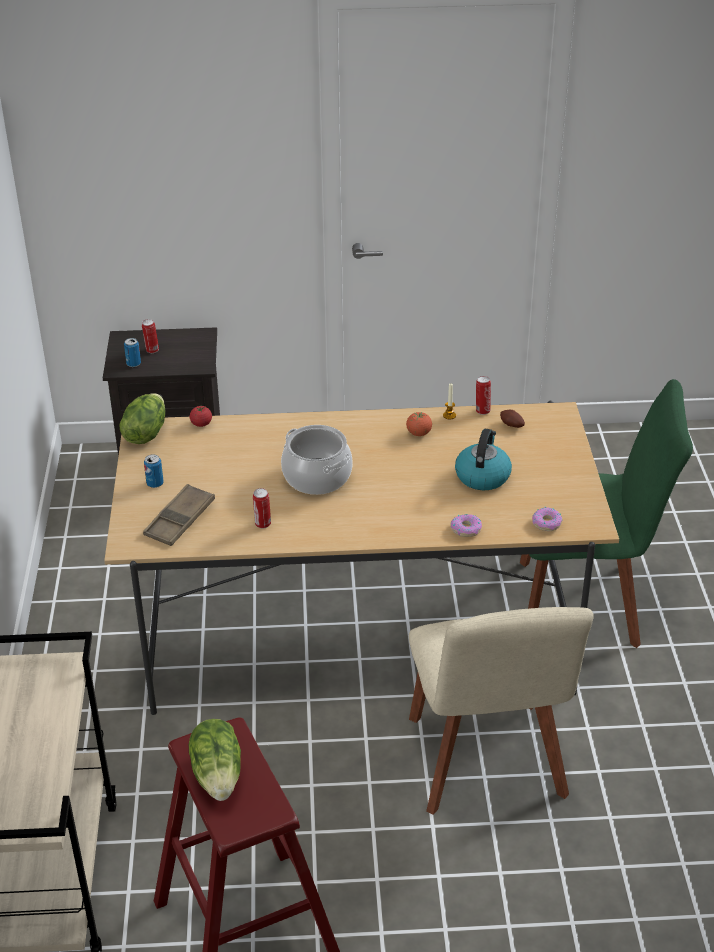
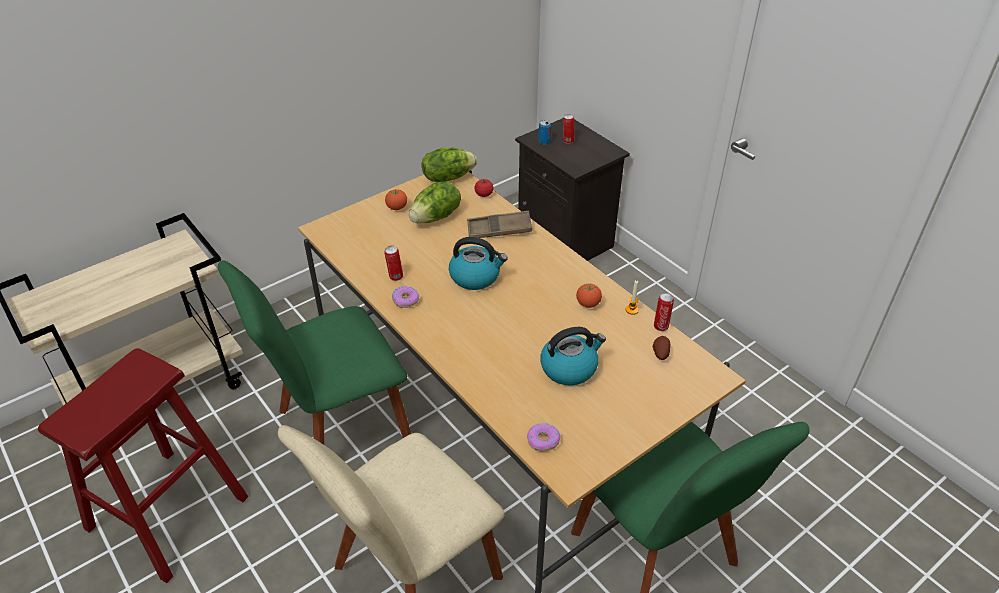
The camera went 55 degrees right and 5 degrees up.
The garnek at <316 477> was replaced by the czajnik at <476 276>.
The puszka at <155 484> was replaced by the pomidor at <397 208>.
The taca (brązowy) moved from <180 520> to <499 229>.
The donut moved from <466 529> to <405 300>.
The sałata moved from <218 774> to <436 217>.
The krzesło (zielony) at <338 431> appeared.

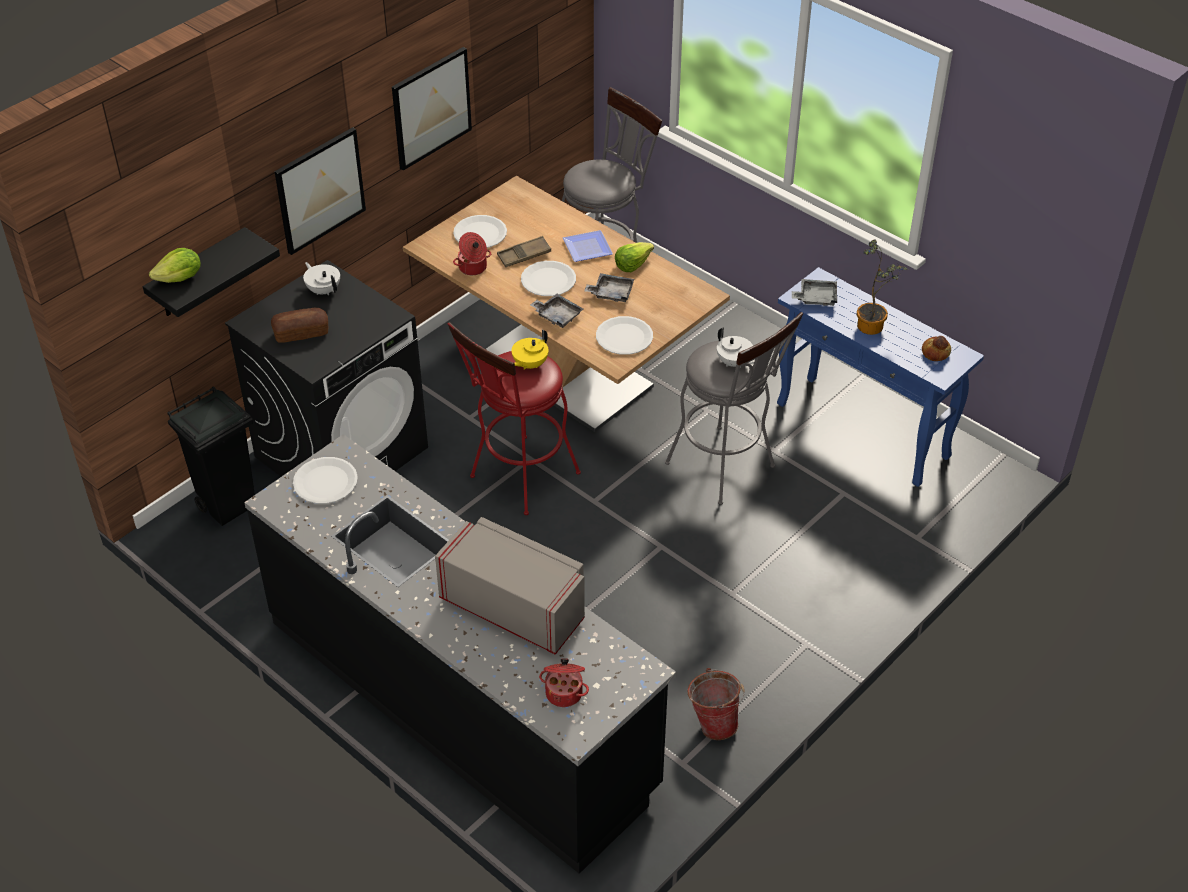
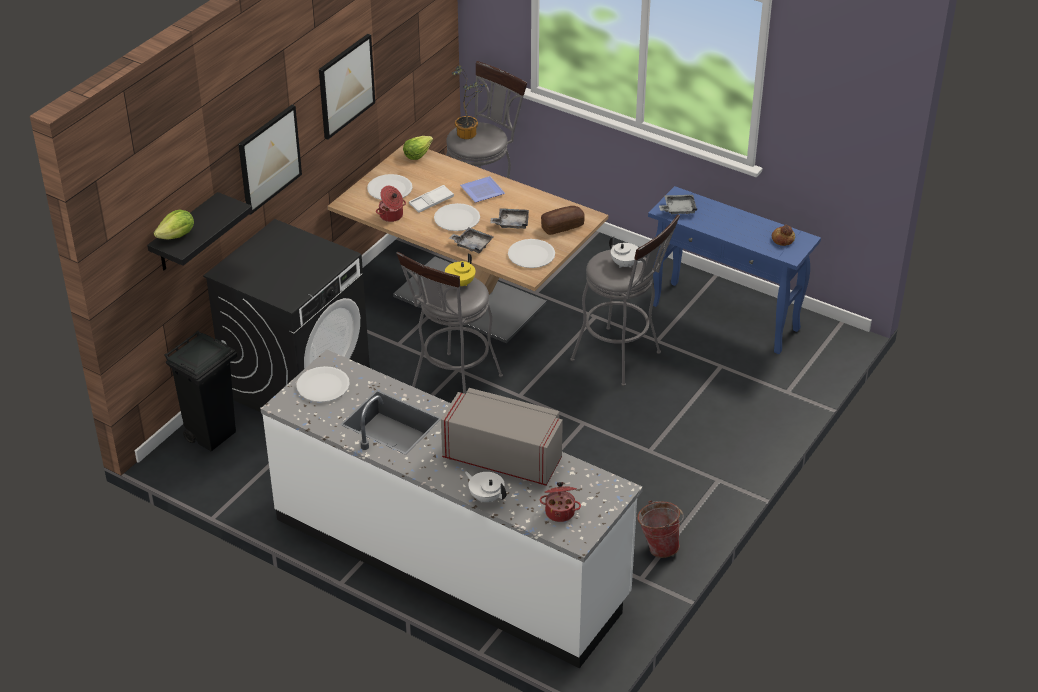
The camera went 10 degrees left and 5 degrees down.
The taca (brązowy) at <524 255> became the taca (biały) at <431 202>.
The roślina doniczkowa moved from <873 325> to <469 133>.
The sałata moved from <632 264> to <417 154>.
The imbryk (biały) moved from <323 290> to <486 497>.
The chleb moved from <301 333> to <562 226>.
The stołek (czerwony) at <519 479> became the stołek (szary) at <453 386>.
The zabudowa kuchenna (czarny) at <461 703> became the zabudowa kuchenna (biały) at <450 558>.

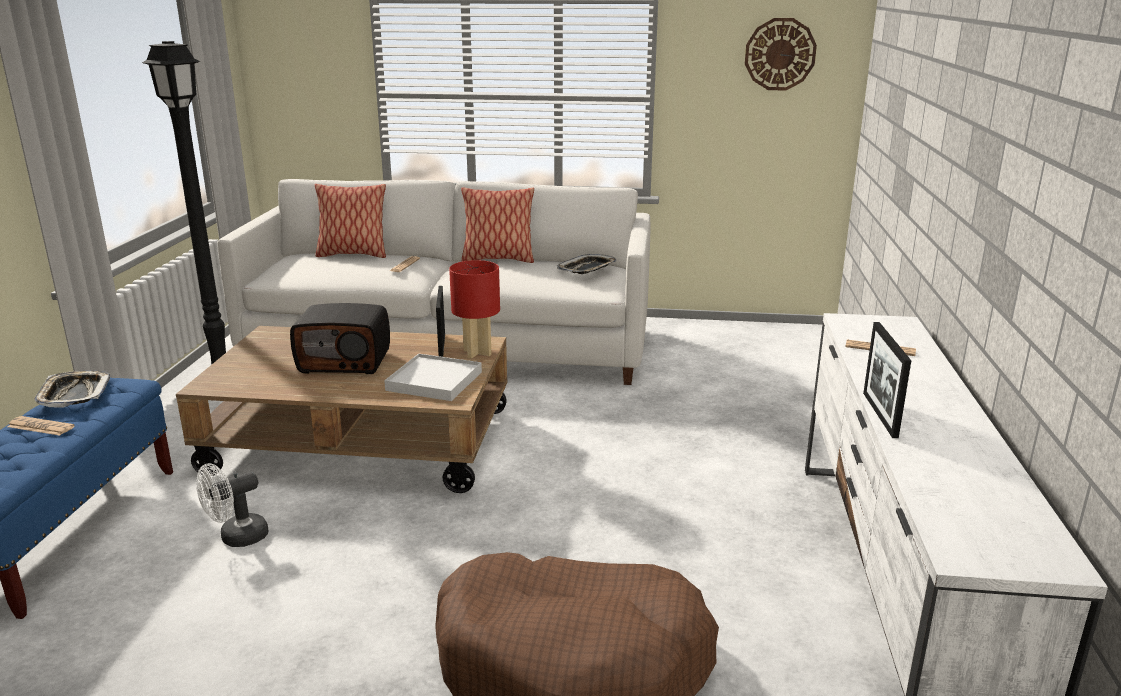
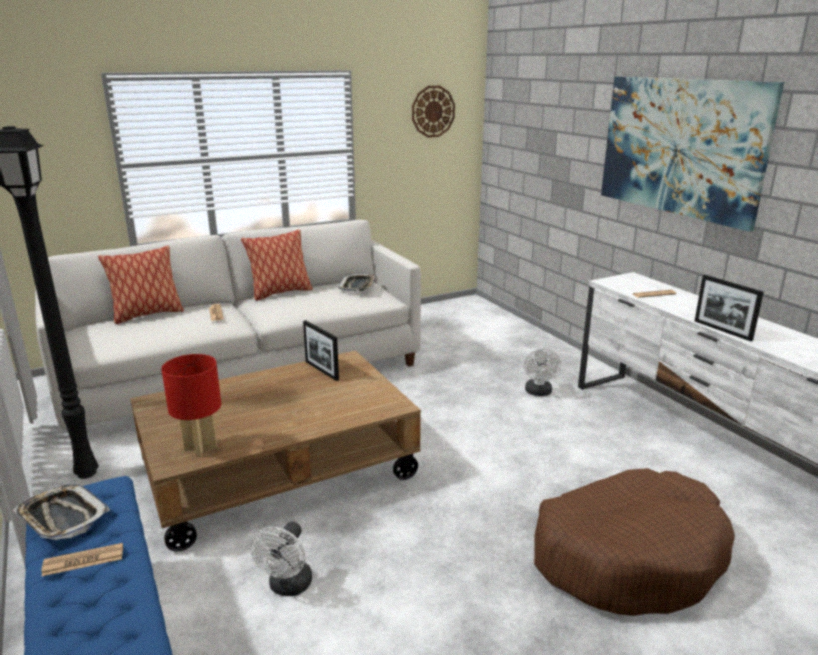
The camera went 35 degrees left and 0 degrees up.
The lampa stołowa (czerwony) moved from <477 353> to <201 448>.
The radio at <345 361> disappeared.
The taca (biały) at <434 381> disappeared.
The obraz at <680 147> appeared.
The wentylator (biały) at <539 392> appeared.

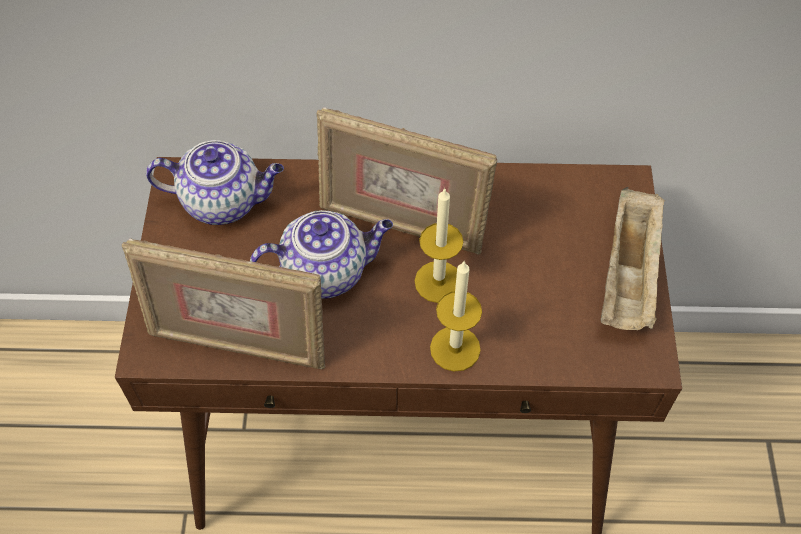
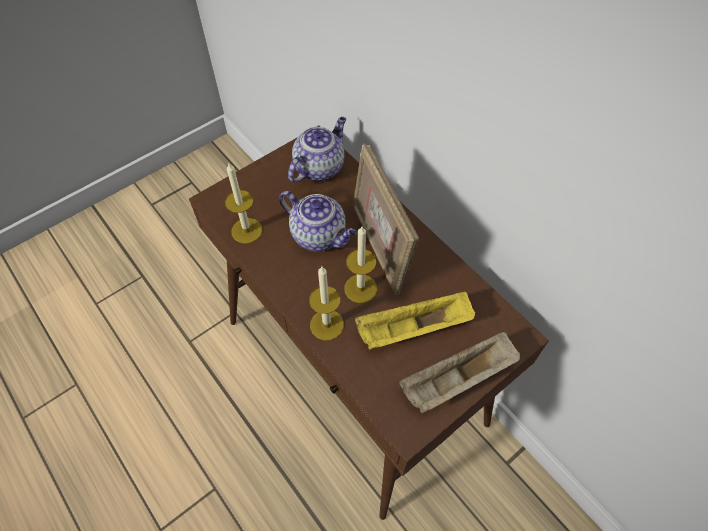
The camera went 50 degrees right and 0 degrees up.
The imbryk at <224 201> turned 105 degrees counterclockwise.
The ramka na zdjęcie at <239 343> was replaced by the świeca at <246 230>.
The taca (żółty) at <412 329> appeared.

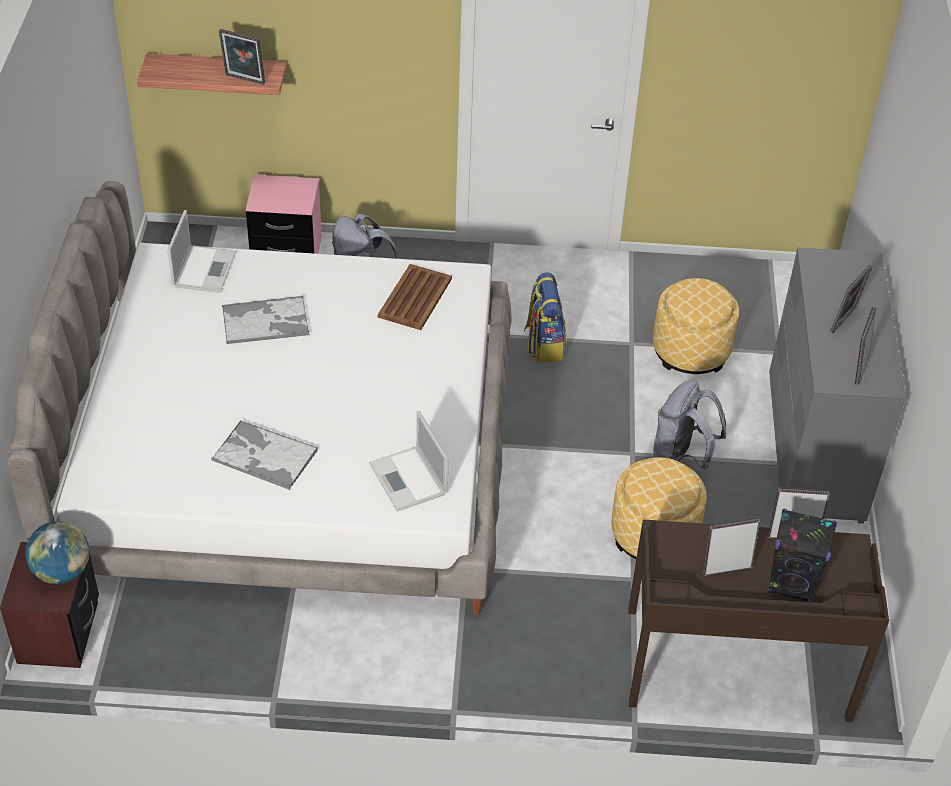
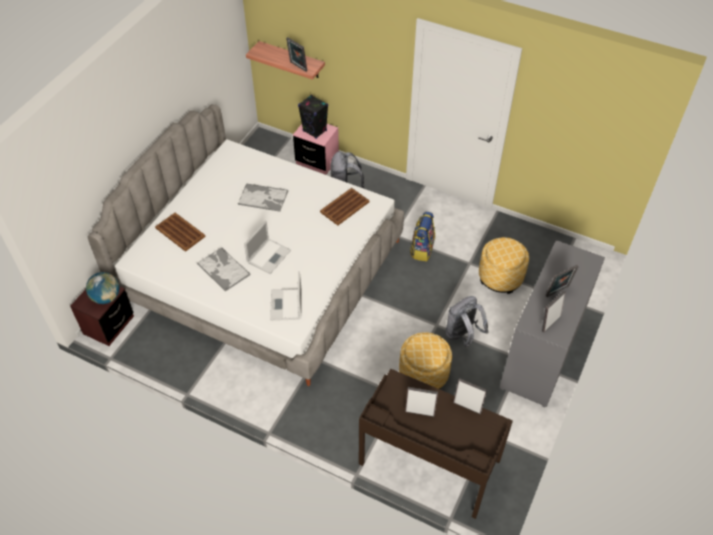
The camera went 25 degrees right and 5 degrees up.
The laptop moved from <204 268> to <269 255>.
The głośnik (czarny) moved from <792 584> to <315 131>.
The taca (brązowy) at <180 232> appeared.

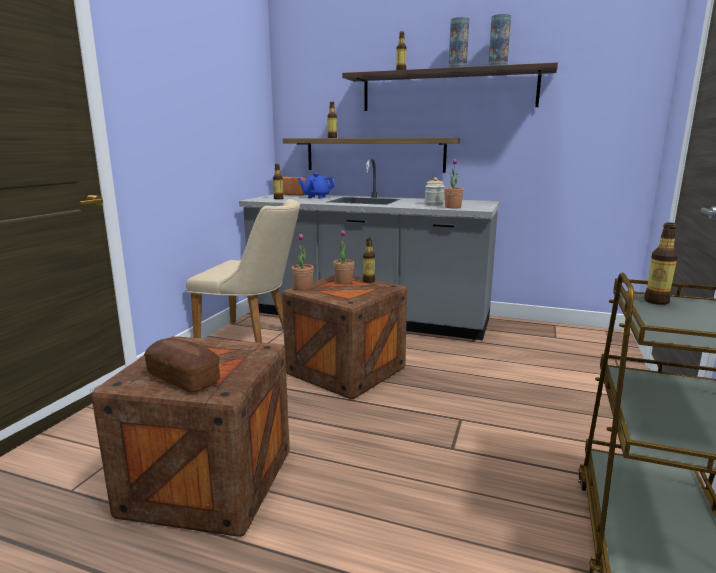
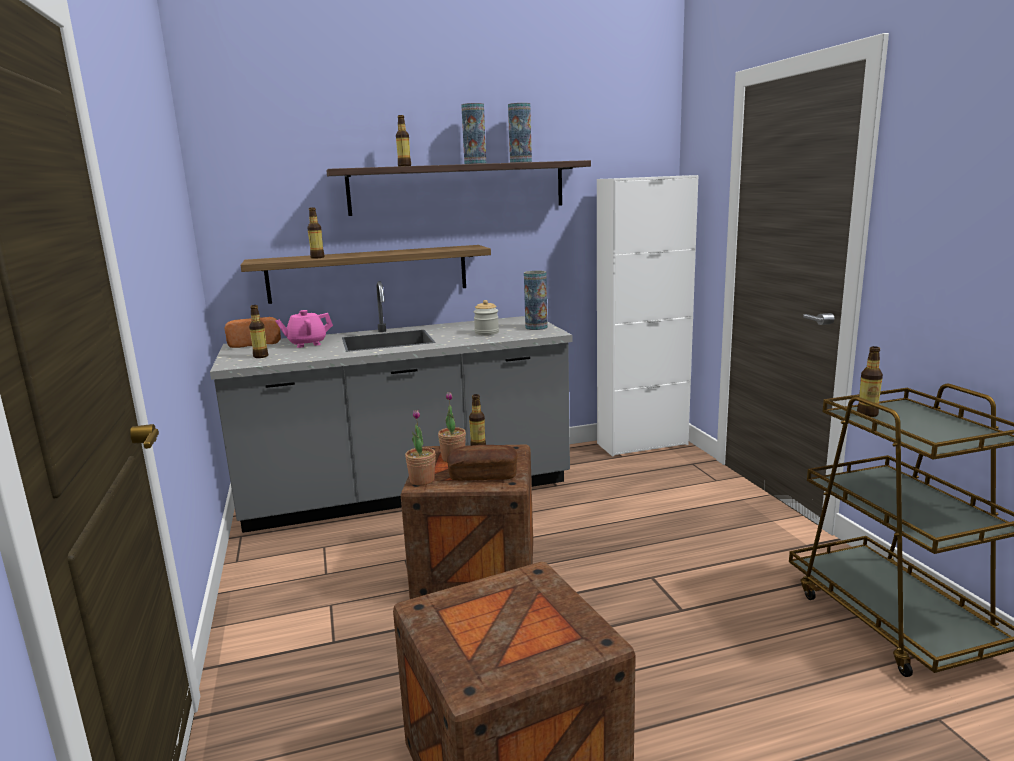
The camera went 35 degrees left and 0 degrees up.
The roślina doniczkowa at <453 207> disappeared.
The imbryk (niebieski) at <316 197> became the imbryk (różowy) at <307 344>.
The krzesło (beżowy) at <252 338> disappeared.
The chleb moved from <183 378> to <483 475>.
The szafka (biały) at <642 444> appeared.
The wazon at <536 327> appeared.

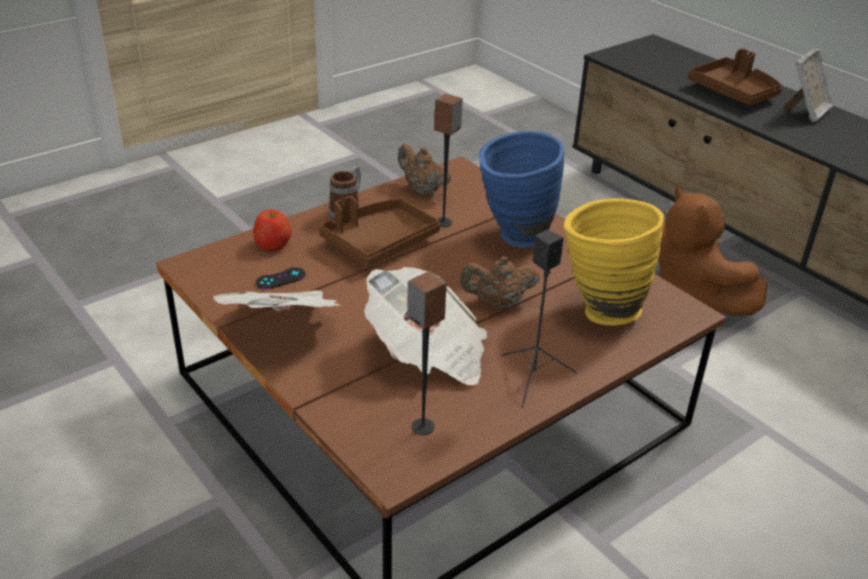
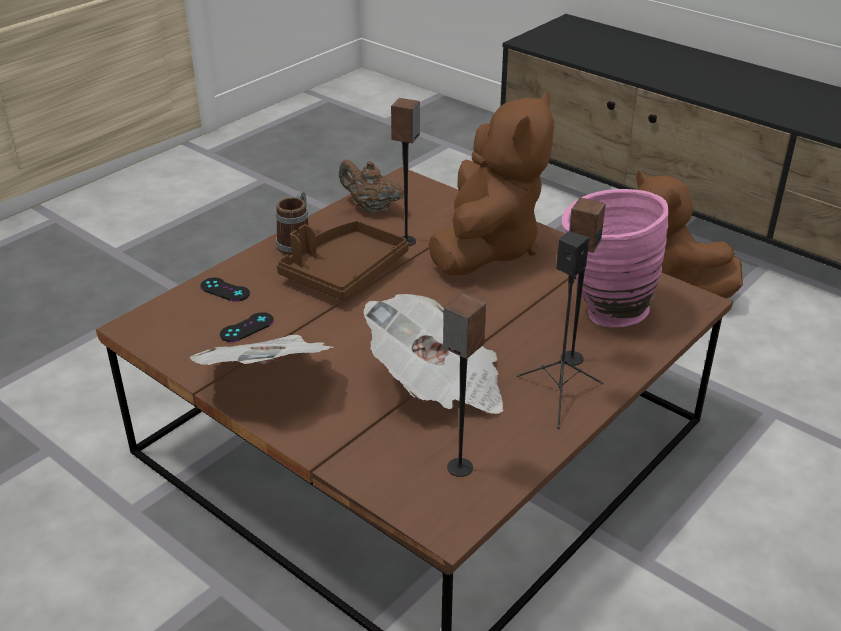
The camera went 10 degrees left and 0 degrees up.
The taca (brązowy) at <734 92> disappeared.
The ramka na zdjęcie at <806 112> disappeared.
The wazon (niebieski) at <513 237> was replaced by the pluszak (brązowy) at <487 247>.
The wazon (żółty) at <598 309> became the wazon (różowy) at <602 312>.
The jabłko at <273 244> was replaced by the pad do gier (czarny) at <225 290>.
The imbryk (brązowy) at <498 303> disappeared.
The głośnik at <571 358> appeared.

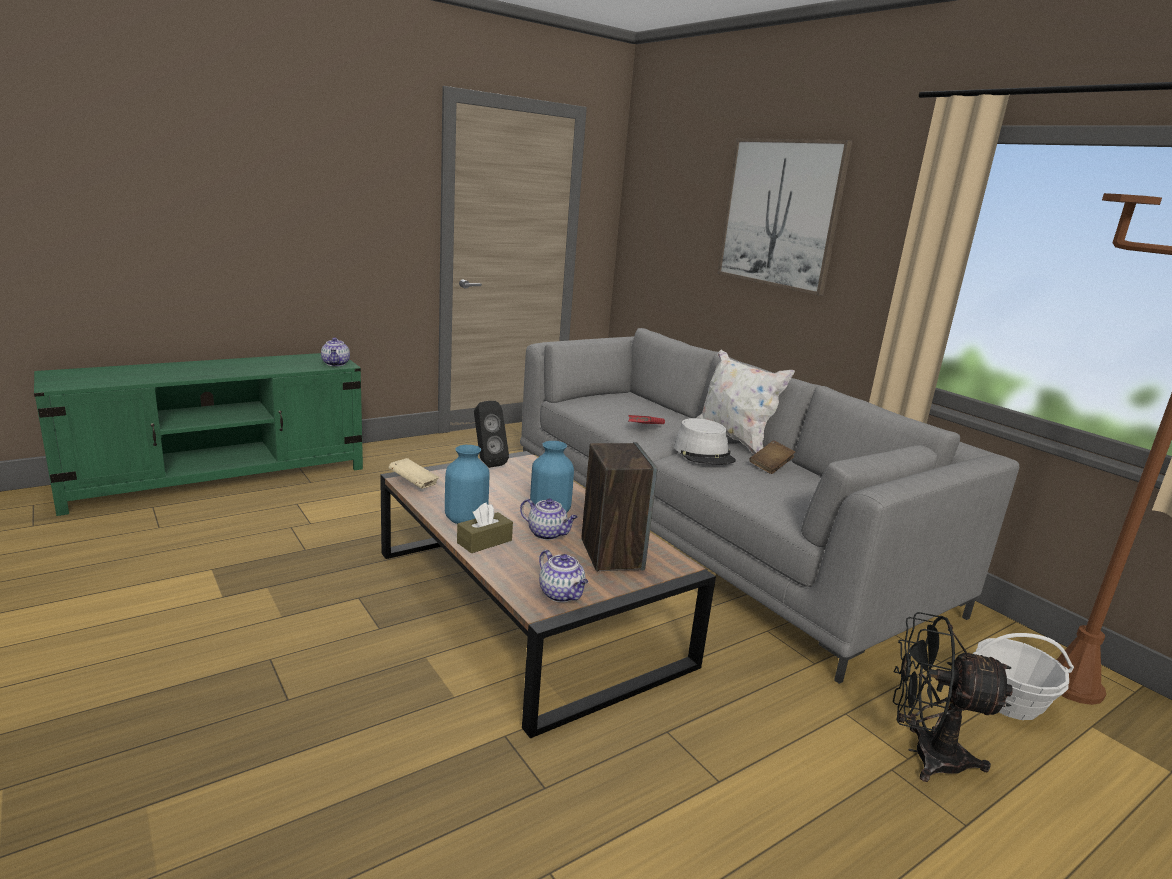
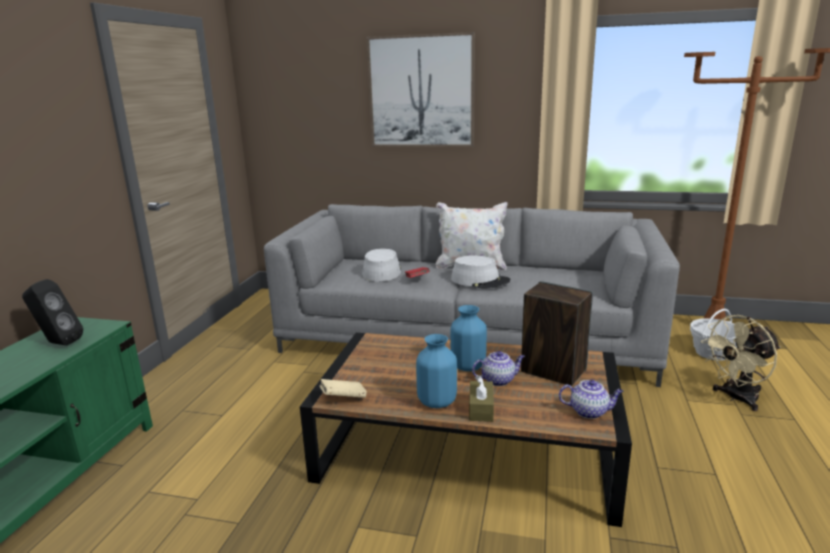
The camera went 40 degrees left and 0 degrees up.
The imbryk at <336 364> disappeared.
The głośnik (czarny) moved from <486 462> to <58 343>.
The książka (brązowy) at <770 467> disappeared.
The wentylator (czarny) at <924 754> became the wentylator (beżowy) at <736 398>.
The kapelusz (szary) at <381 271> appeared.

